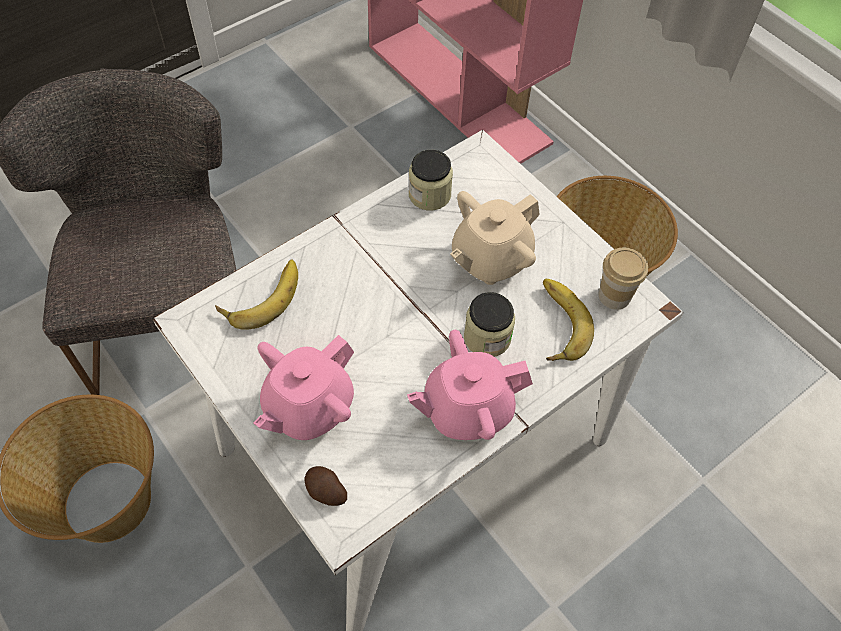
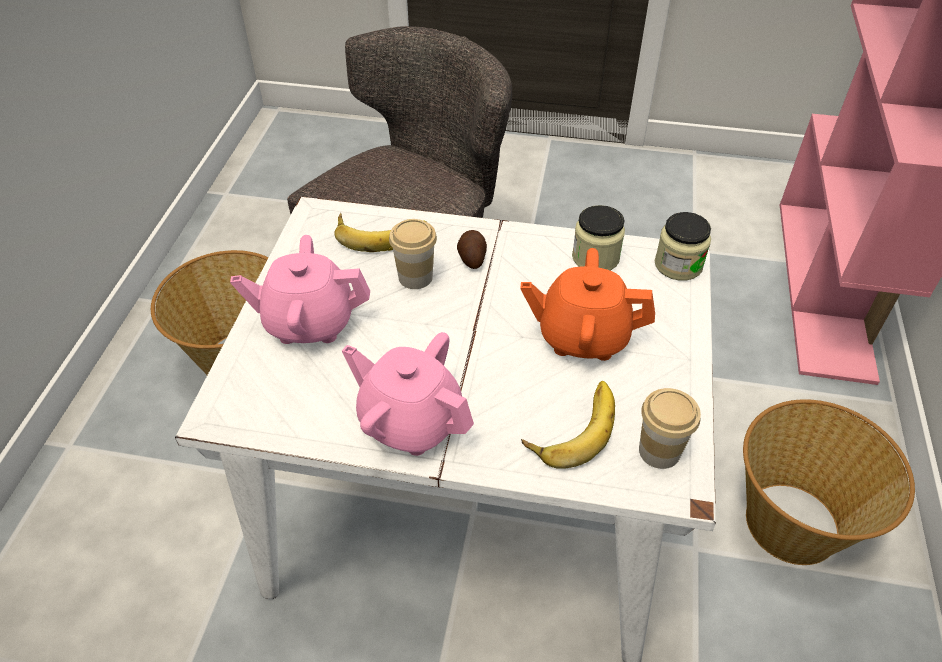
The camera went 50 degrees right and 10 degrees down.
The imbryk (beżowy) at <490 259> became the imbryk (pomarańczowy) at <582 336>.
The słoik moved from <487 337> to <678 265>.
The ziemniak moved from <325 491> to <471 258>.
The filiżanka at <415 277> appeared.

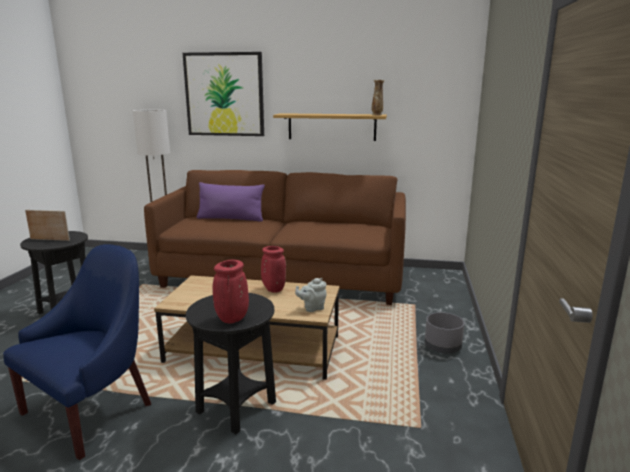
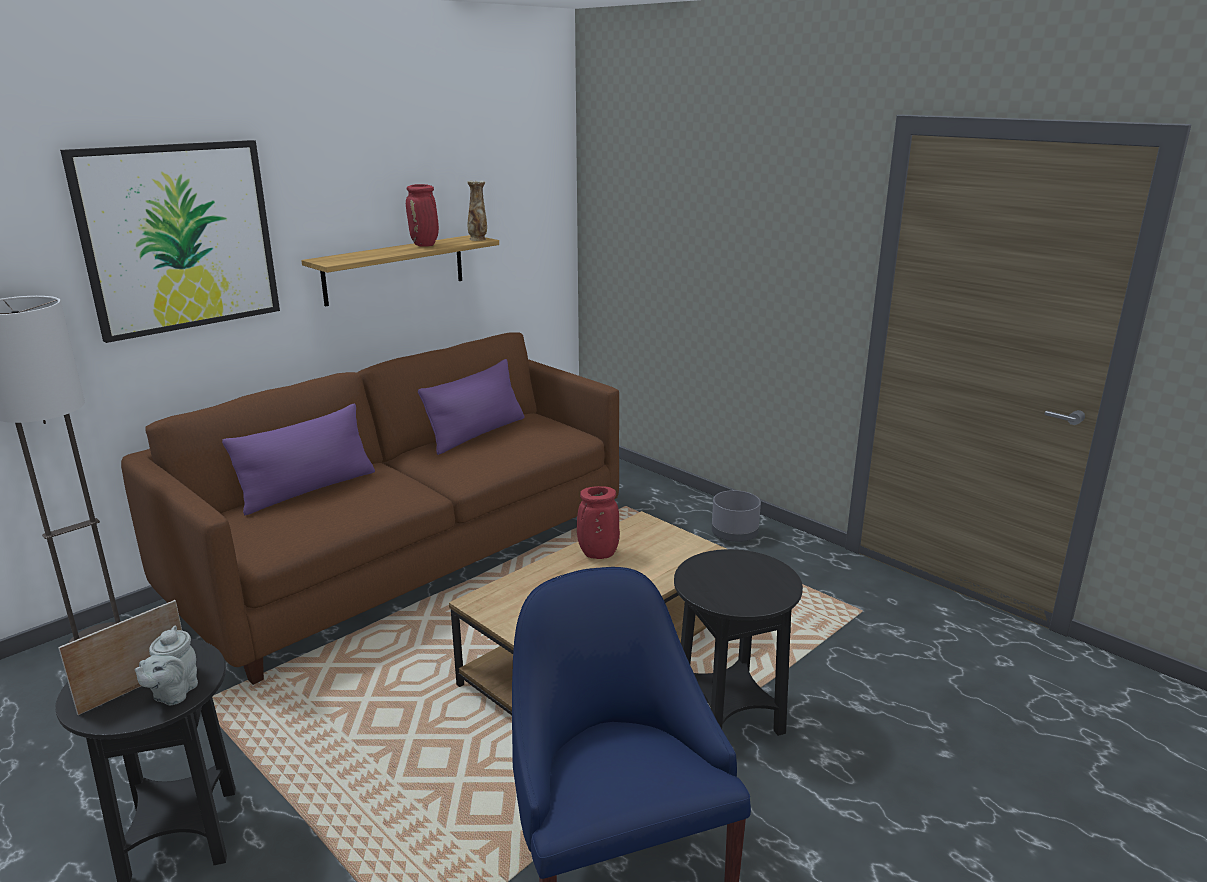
The camera went 55 degrees left and 5 degrees up.
The wazon (czerwony) moved from <232 319> to <425 245>.
The imbryk (szary) moved from <312 308> to <173 694>.
The poduszka (fioletowy) at <477 434> appeared.

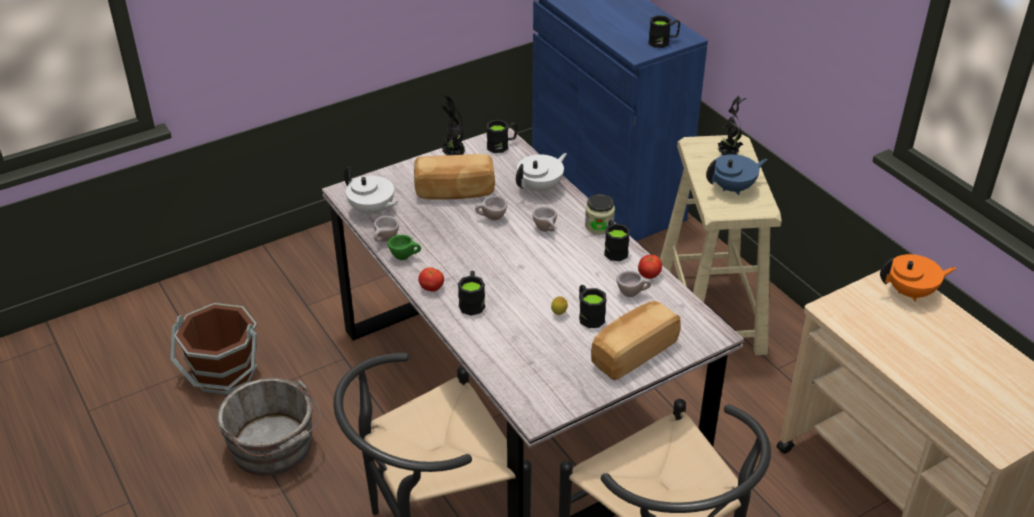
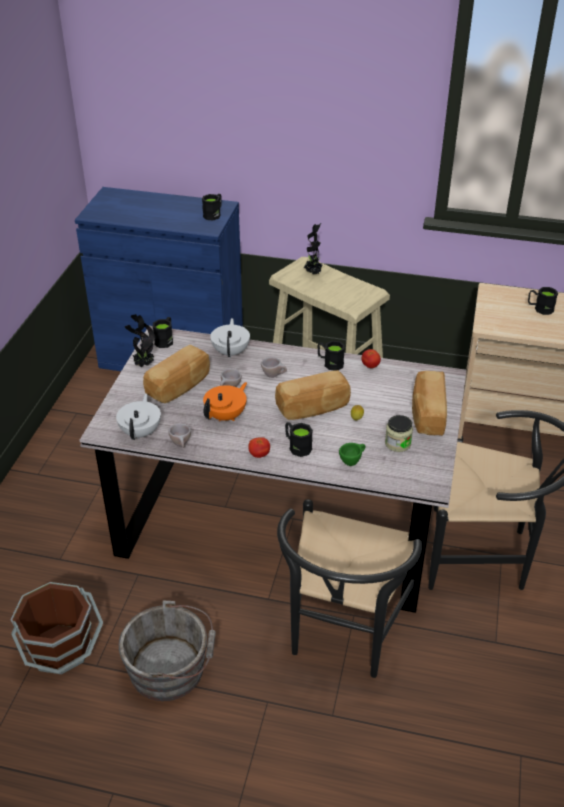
The camera went 45 degrees left and 0 degrees up.
The imbryk (niebieski) at <733 188> disappeared.
The imbryk (biały) at <372 210> turned 75 degrees counterclockwise.
The słoik moved from <599 226> to <397 443>.
The filiżanka (zielony) moved from <405 257> to <352 461>.
The imbryk (pomarańczowy) moved from <911 292> to <226 416>.
The filiżanka (beżowy) at <632 293> disappeared.
The kubek (czarny) moved from <589 315> to <540 308>.
The chleb at <313 408> appeared.

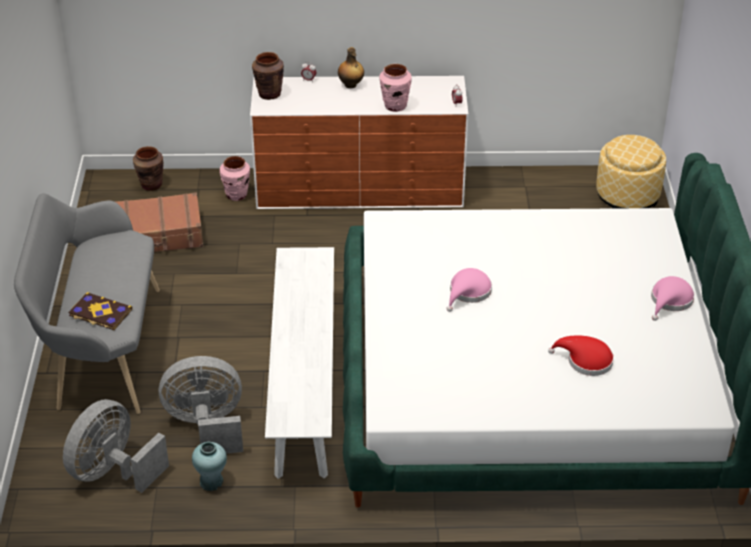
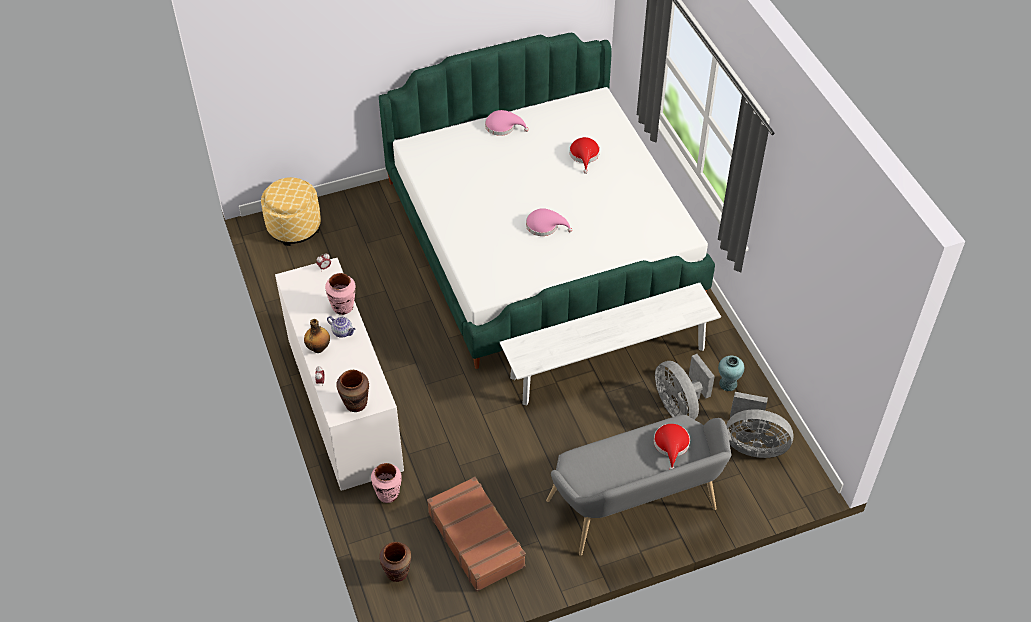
The camera went 110 degrees left and 10 degrees up.
The książka at <100 313> was replaced by the kapelusz (czerwony) at <671 445>.
The imbryk at <343 332> appeared.

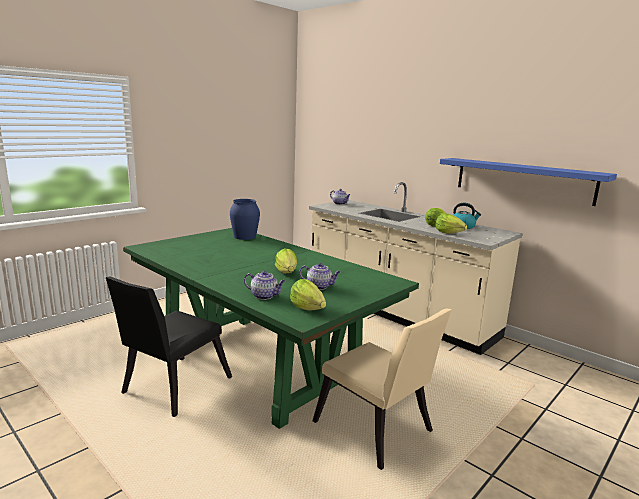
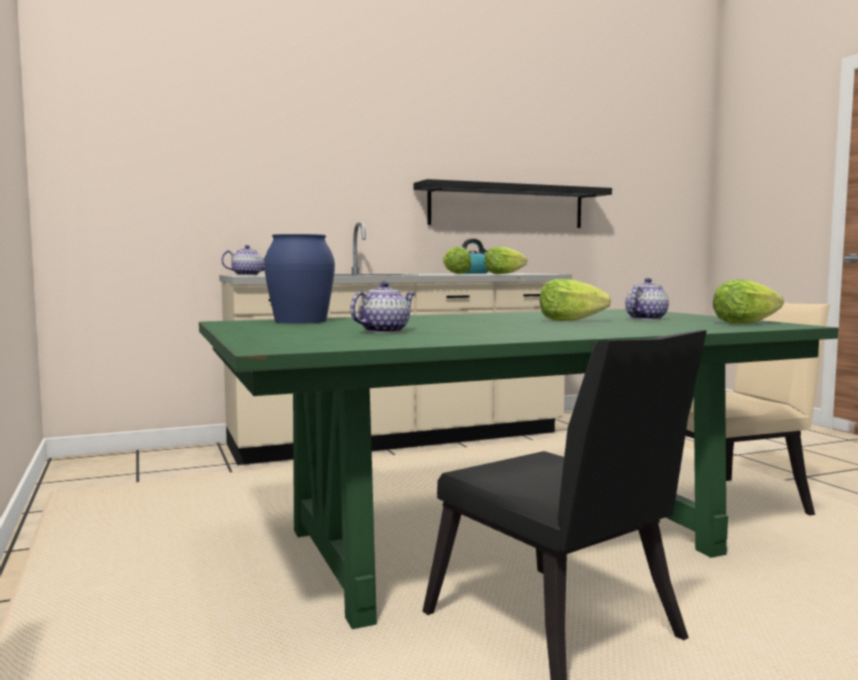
The camera went 65 degrees left and 10 degrees down.
The półka (niebieski) at <522 180> became the półka (czarny) at <507 206>.
The imbryk moved from <265 296> to <384 331>.

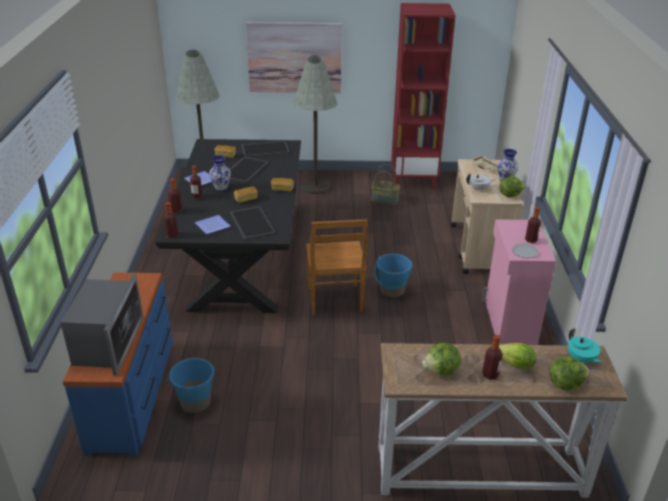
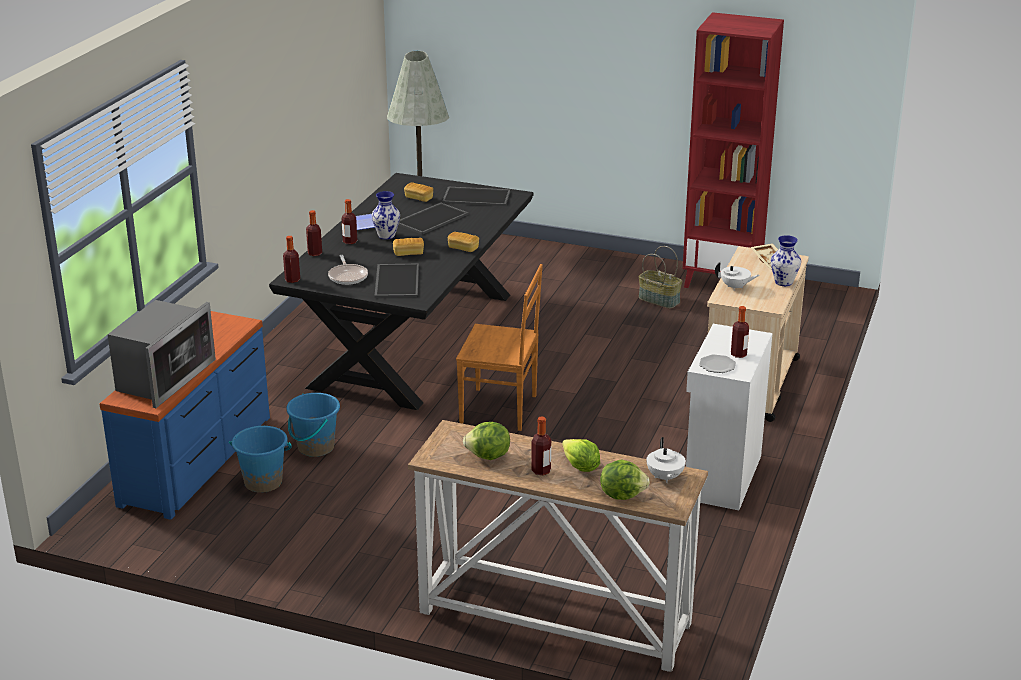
The camera went 20 degrees right and 5 degrees down.
The obraz at <294 57> disappeared.
The lampa stojąca (szary) at <315 187> disappeared.
The sałata at <510 195> disappeared.
The talerz at <213 225> was replaced by the patelnia at <348 276>.
The krzesło (brązowy) at <335 300> turned 90 degrees counterclockwise.
The szafka (różowy) at <509 323> became the szafka (biały) at <721 477>.
The wiadro (niebieski) moved from <392 290> to <315 447>.
The imbryk (turkusowy) at <580 359> became the imbryk (biały) at <664 477>.

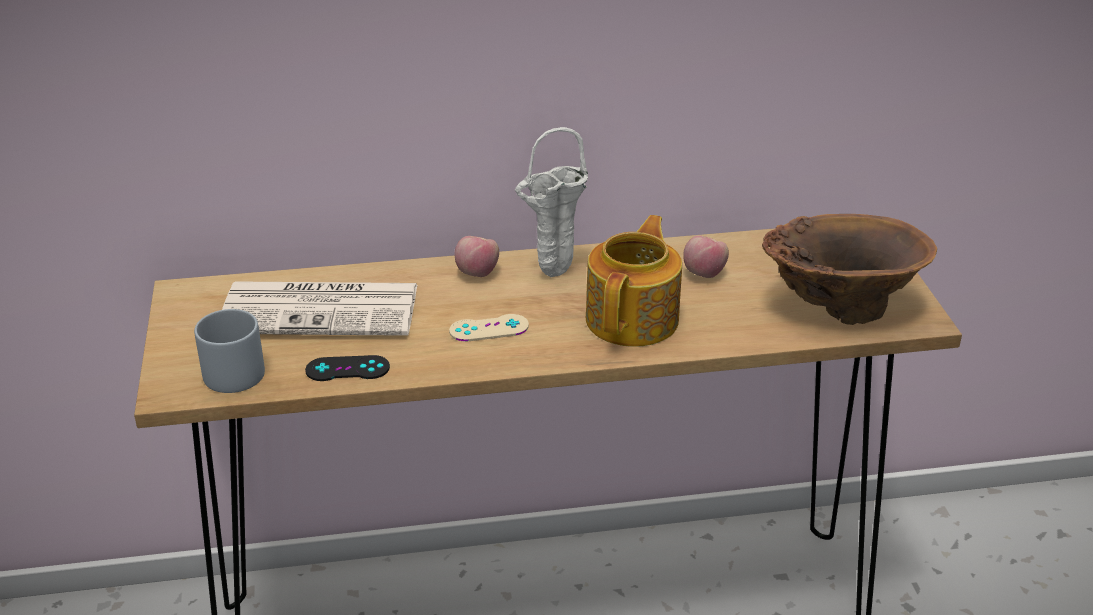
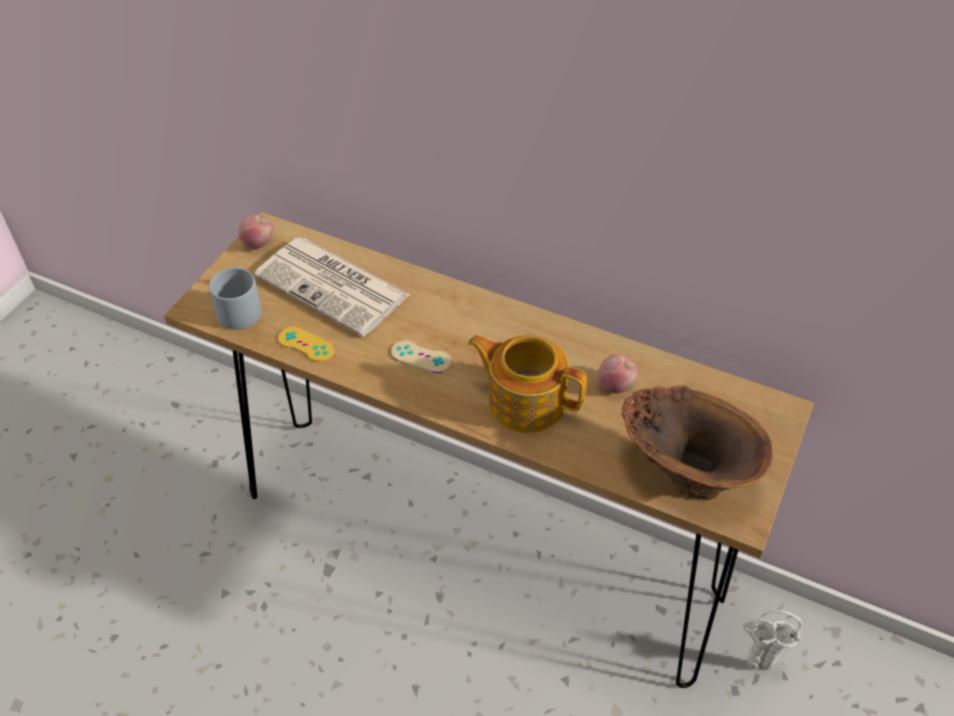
The camera went 35 degrees right and 15 degrees up.
The wazon (biały) moved from <552 276> to <754 666>.
The imbryk at <634 319> turned 120 degrees counterclockwise.
The jabłko moved from <477 273> to <259 243>.
The pad do gier (czarny) at <347 369> became the pad do gier (żółty) at <306 344>.

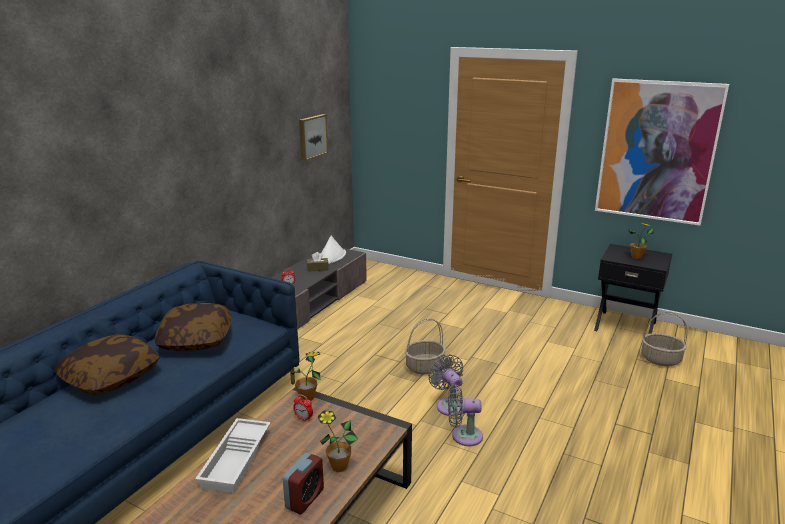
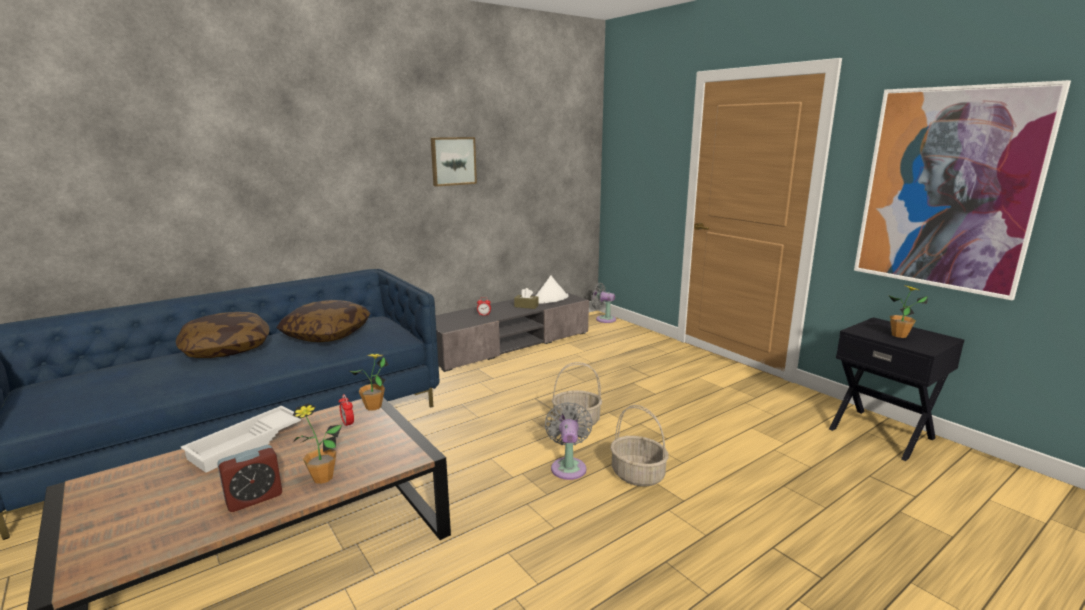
The camera went 25 degrees right and 5 degrees down.
The obraz moved from <312 136> to <453 161>.
The koszyk moved from <661 359> to <638 475>.
The wentylator (szary) moved from <463 436> to <603 319>.

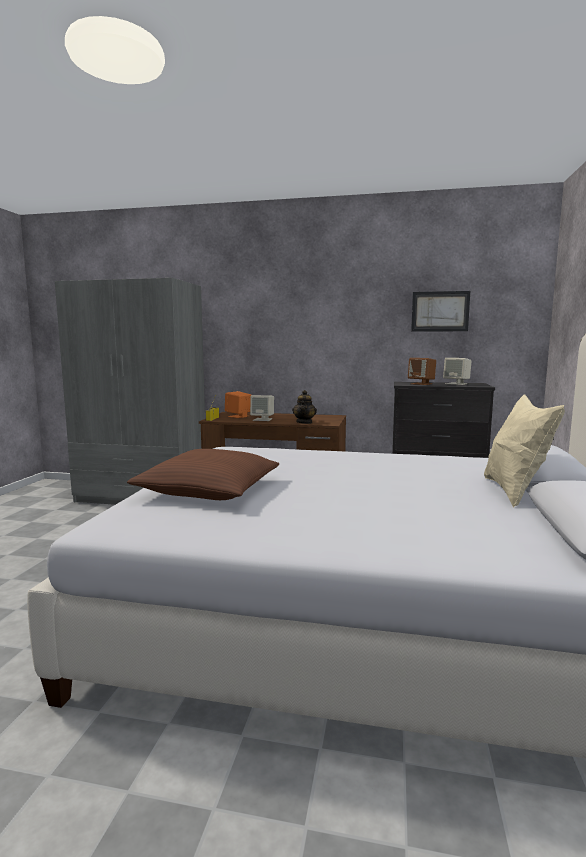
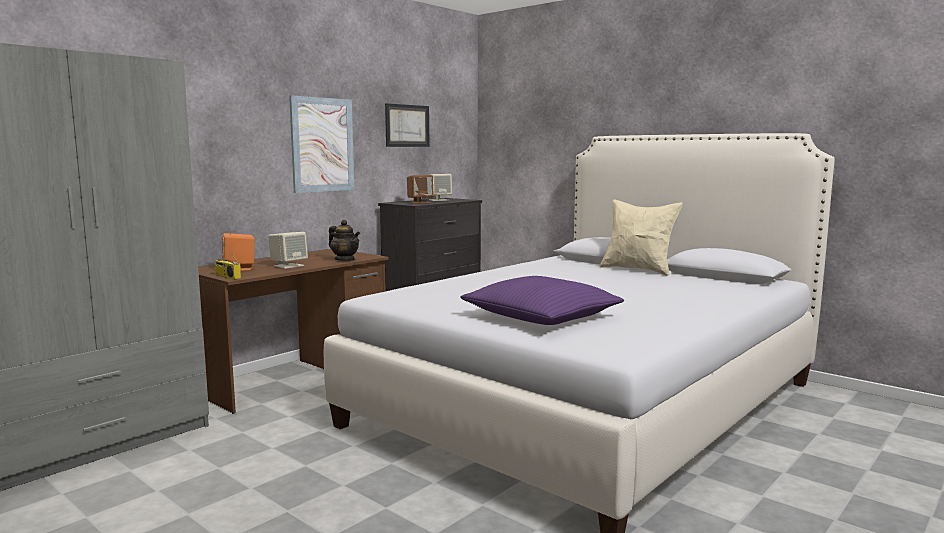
The camera went 60 degrees left and 0 degrees up.
The poduszka (brązowy) at <210 489> became the poduszka (fioletowy) at <541 317>.
The obraz at <322 145> appeared.

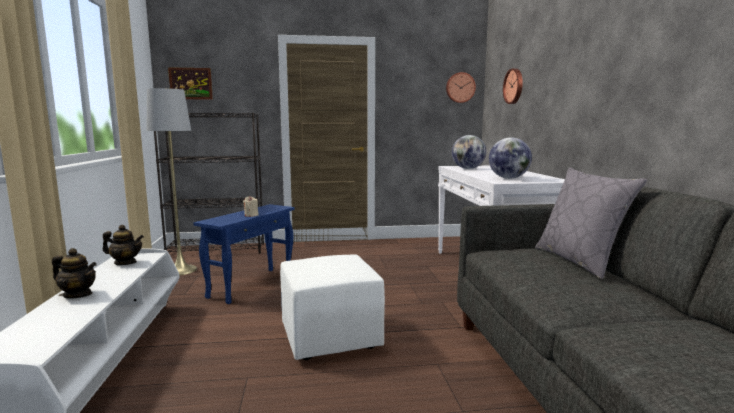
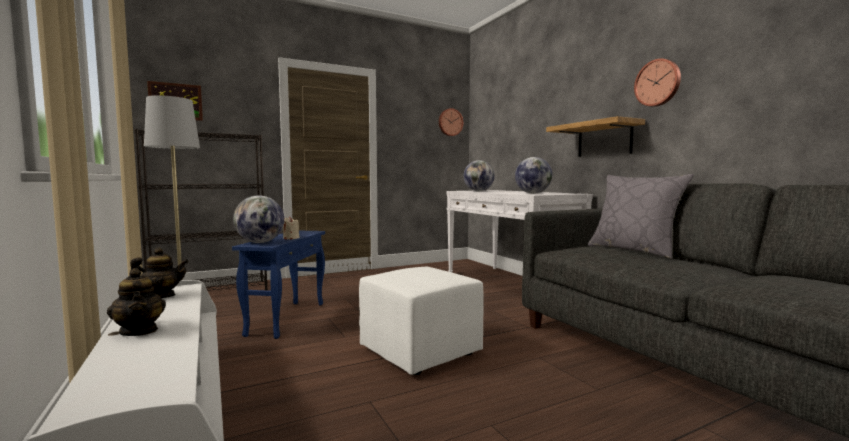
The camera went 20 degrees left and 5 degrees down.
The zegar ścienny moved from <514 86> to <658 83>.
The imbryk at <78 295> turned 60 degrees clockwise.
The półka at <604 139> appeared.
The globus at <260 242> appeared.

